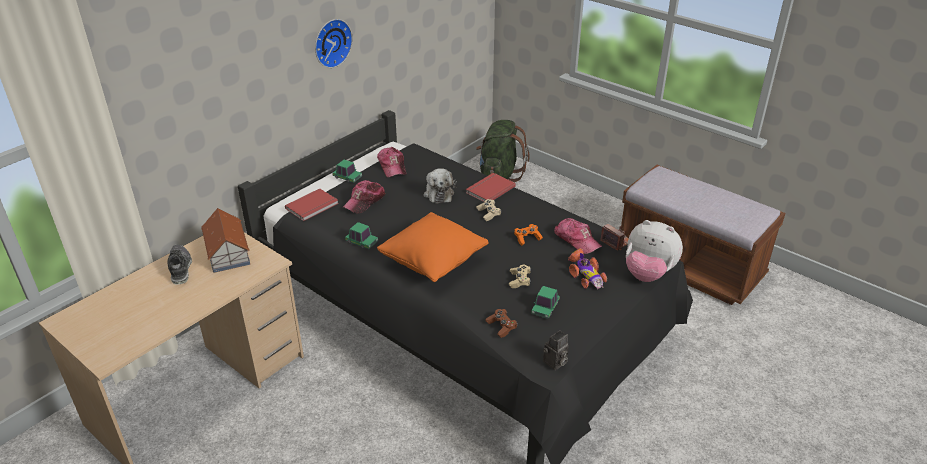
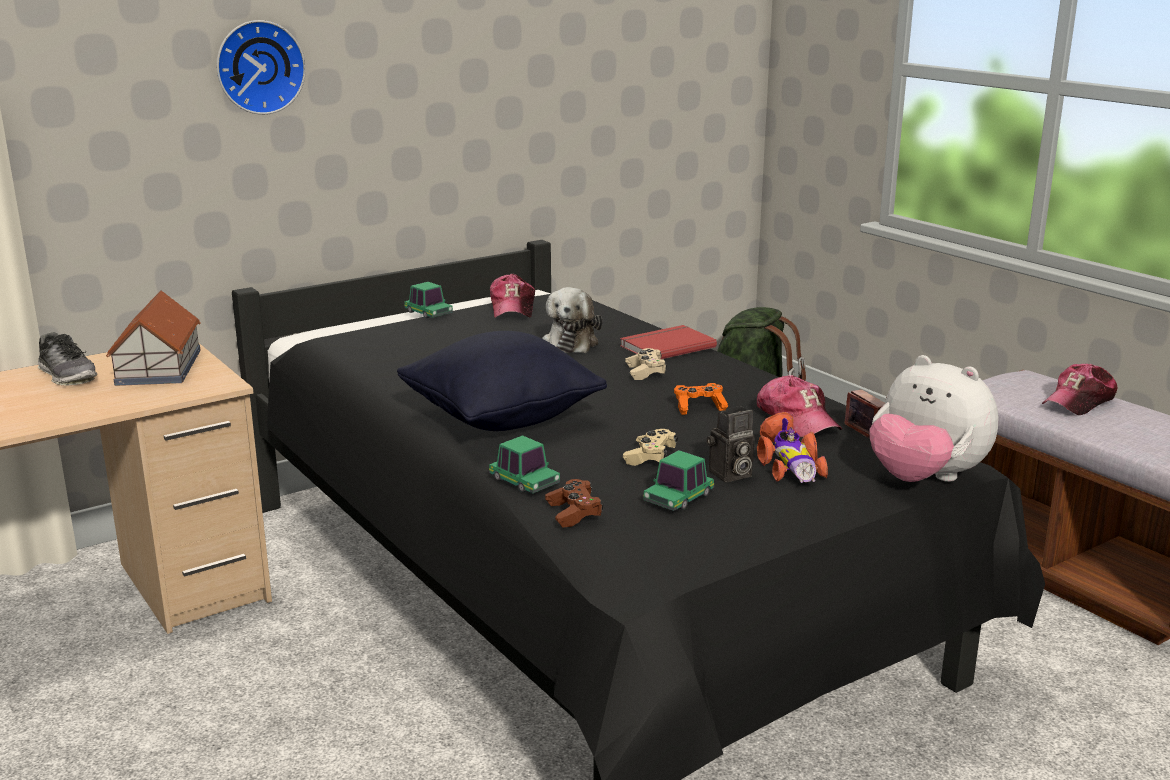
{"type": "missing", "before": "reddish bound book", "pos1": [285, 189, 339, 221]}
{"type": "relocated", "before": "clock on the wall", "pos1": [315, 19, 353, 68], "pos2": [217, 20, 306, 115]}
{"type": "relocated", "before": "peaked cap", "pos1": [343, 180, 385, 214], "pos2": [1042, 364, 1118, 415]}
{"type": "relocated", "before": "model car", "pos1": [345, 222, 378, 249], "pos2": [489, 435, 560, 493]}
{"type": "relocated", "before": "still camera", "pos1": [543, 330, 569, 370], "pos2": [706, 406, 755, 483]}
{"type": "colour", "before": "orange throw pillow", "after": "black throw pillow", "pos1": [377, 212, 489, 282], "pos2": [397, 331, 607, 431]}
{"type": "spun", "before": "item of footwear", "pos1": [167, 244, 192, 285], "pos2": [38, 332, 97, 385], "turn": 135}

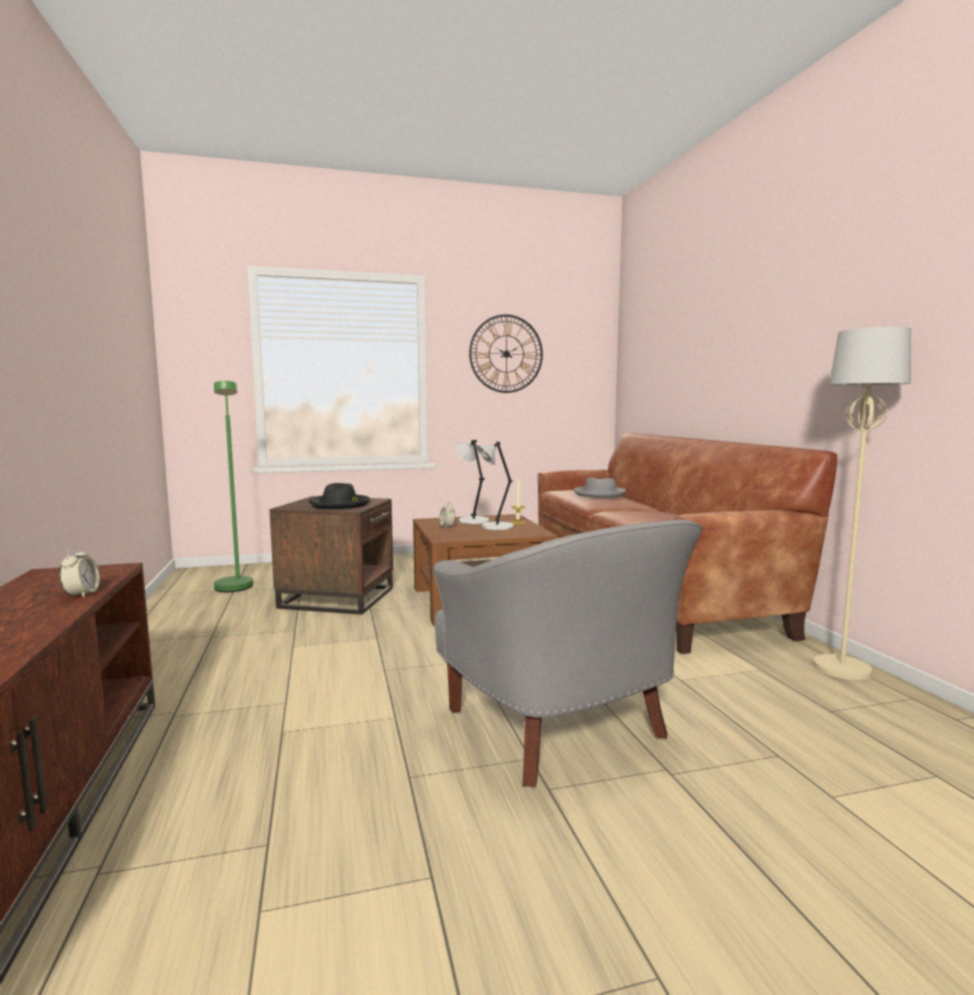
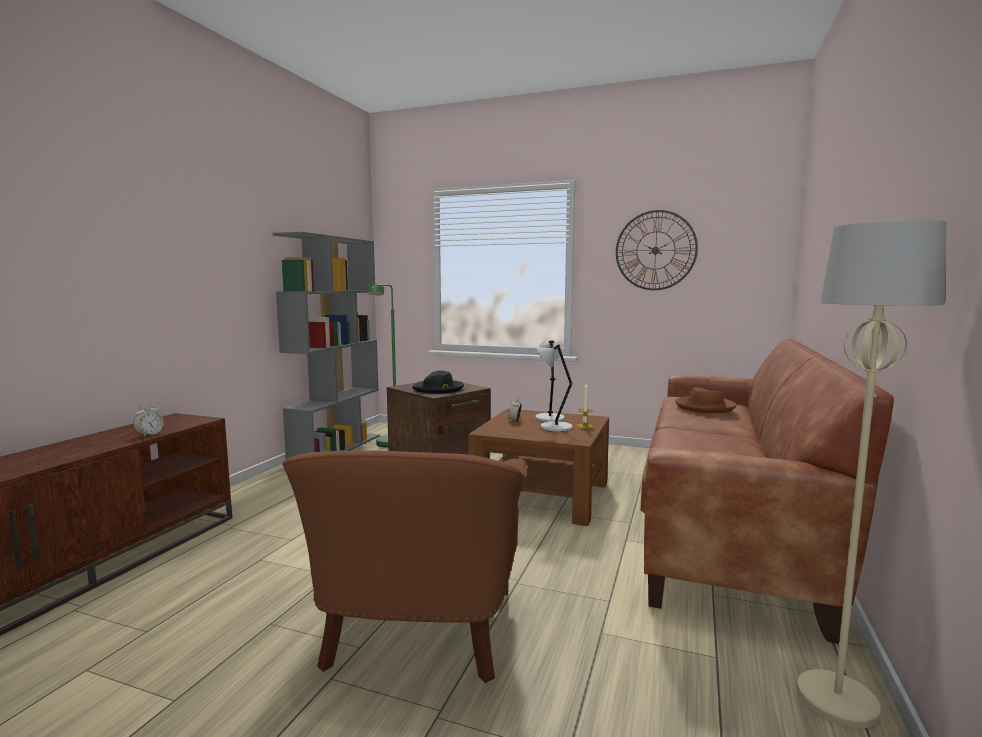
{"type": "appeared", "after": "gray bookcase", "pos2": [272, 232, 380, 459]}
{"type": "colour", "before": "gray armchair", "after": "brownish armchair", "pos1": [433, 519, 703, 787], "pos2": [282, 451, 527, 683]}
{"type": "colour", "before": "gray hat", "after": "brownish hat", "pos1": [574, 477, 626, 498], "pos2": [675, 387, 736, 413]}

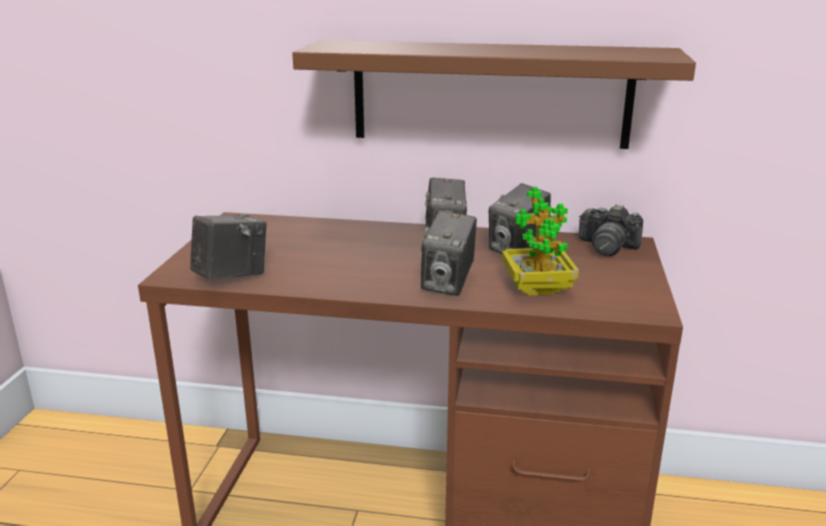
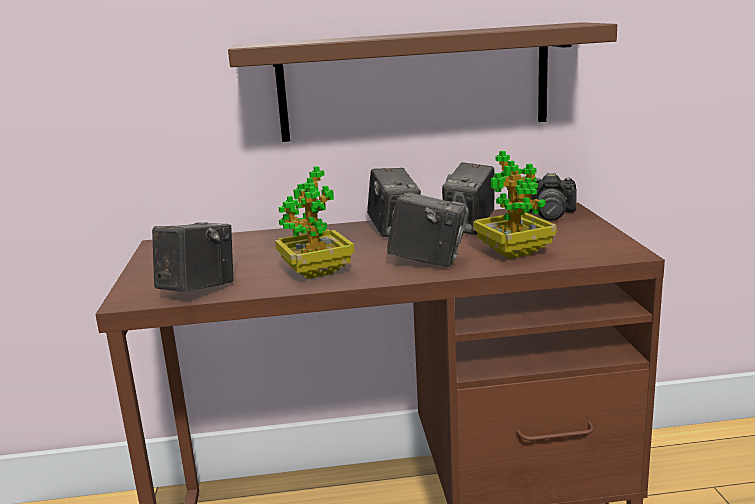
{"type": "appeared", "after": "potted plant", "pos2": [275, 166, 355, 279]}
{"type": "spun", "before": "still camera", "pos1": [421, 210, 477, 296], "pos2": [387, 191, 466, 267], "turn": -75}

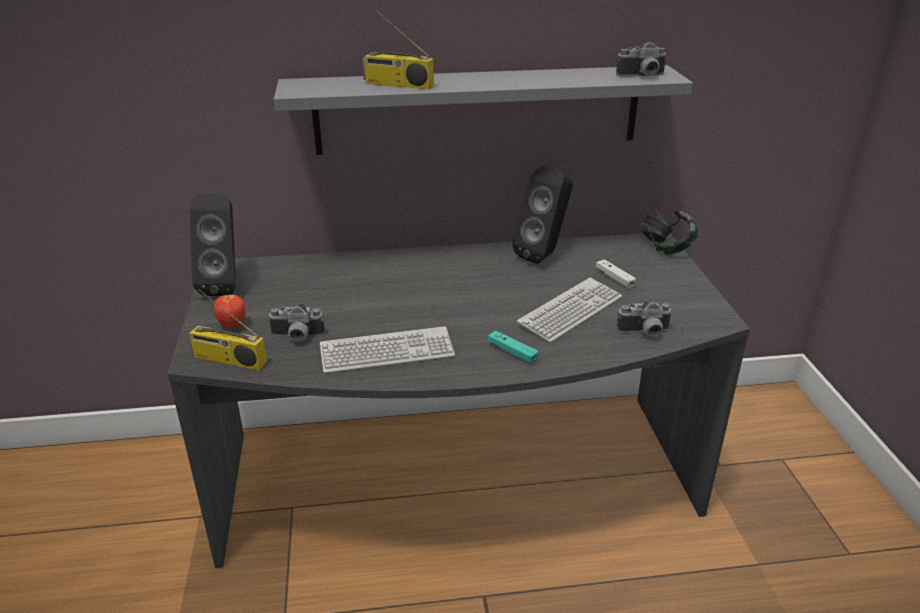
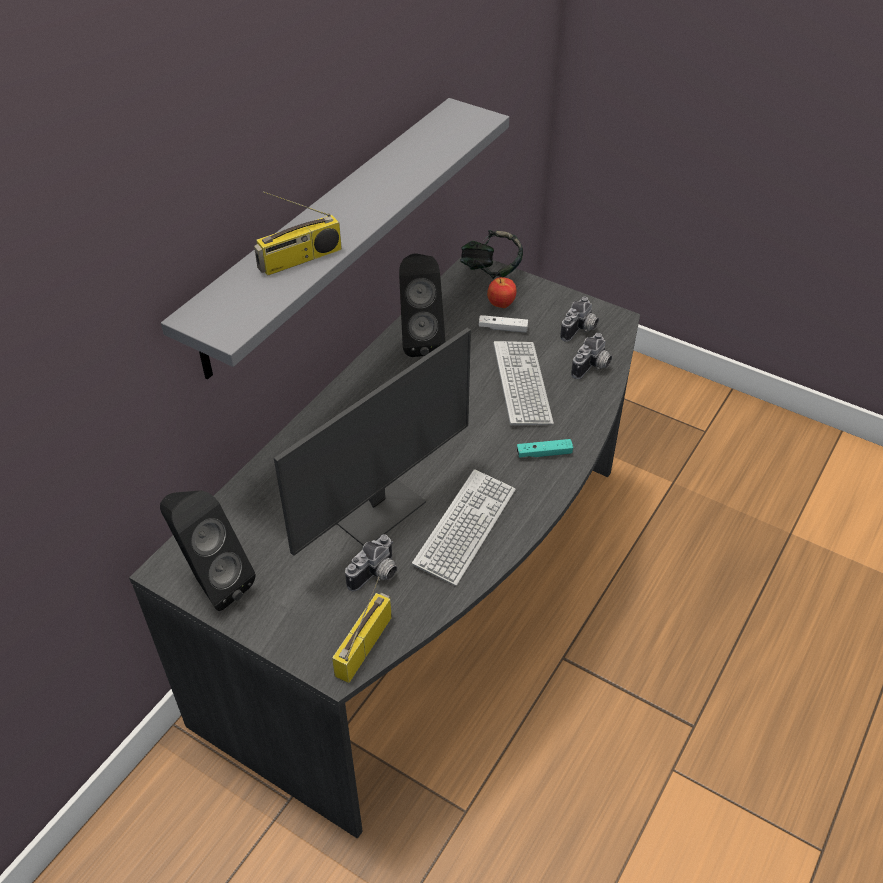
{"type": "appeared", "after": "computer display", "pos2": [274, 328, 471, 556]}
{"type": "relocated", "before": "apple", "pos1": [214, 294, 246, 329], "pos2": [487, 277, 516, 308]}
{"type": "relocated", "before": "still camera", "pos1": [616, 42, 668, 77], "pos2": [560, 297, 599, 342]}
{"type": "spun", "before": "radio receiver", "pos1": [188, 289, 267, 370], "pos2": [332, 577, 392, 683], "turn": 150}

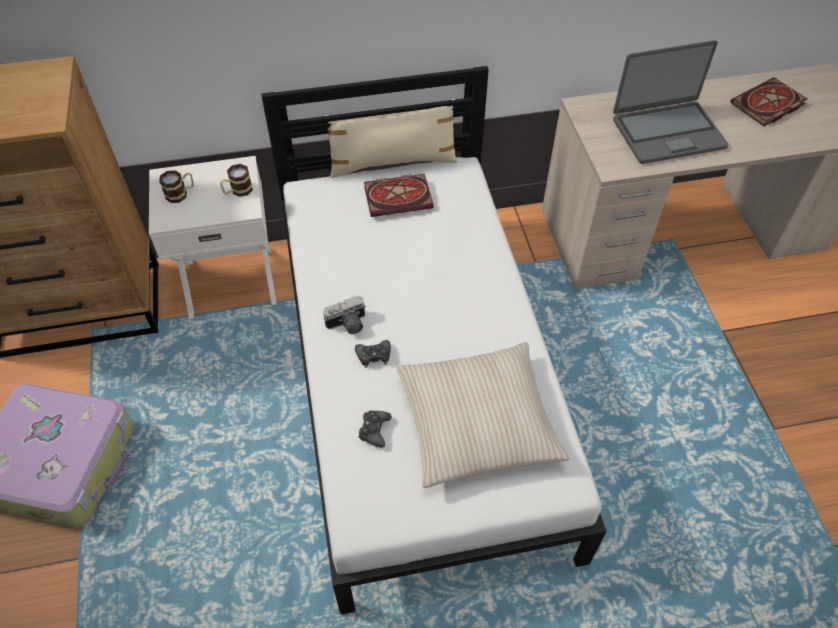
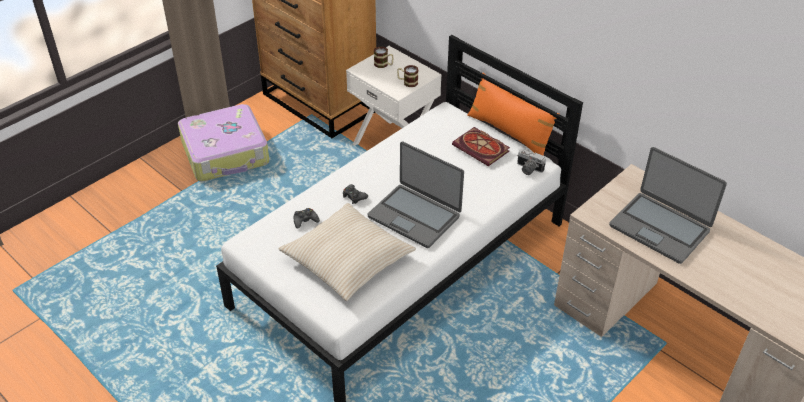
{"type": "missing", "before": "bound book", "pos1": [730, 77, 807, 126]}
{"type": "appeared", "after": "portable computer", "pos2": [368, 141, 464, 248]}
{"type": "relocated", "before": "still camera", "pos1": [323, 295, 366, 334], "pos2": [517, 149, 546, 175]}
{"type": "colour", "before": "beige-coloured throw pillow", "after": "orange throw pillow", "pos1": [324, 99, 458, 178], "pos2": [467, 72, 559, 156]}

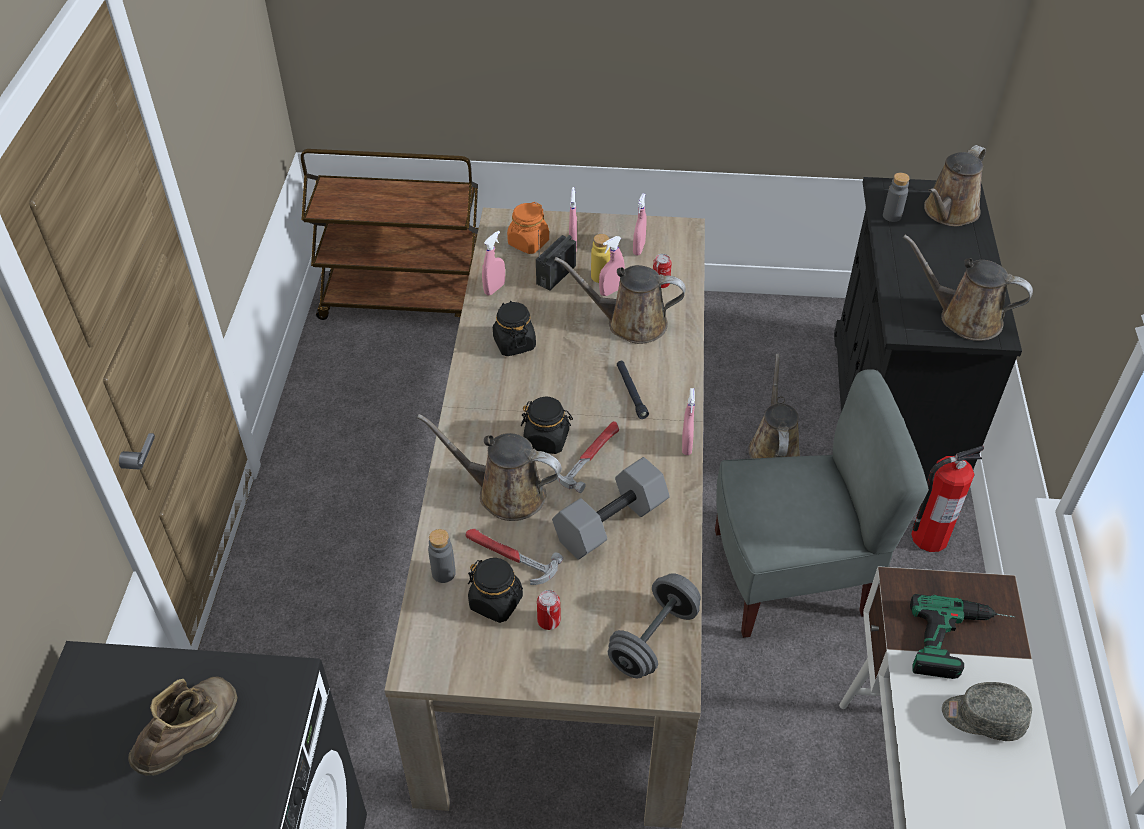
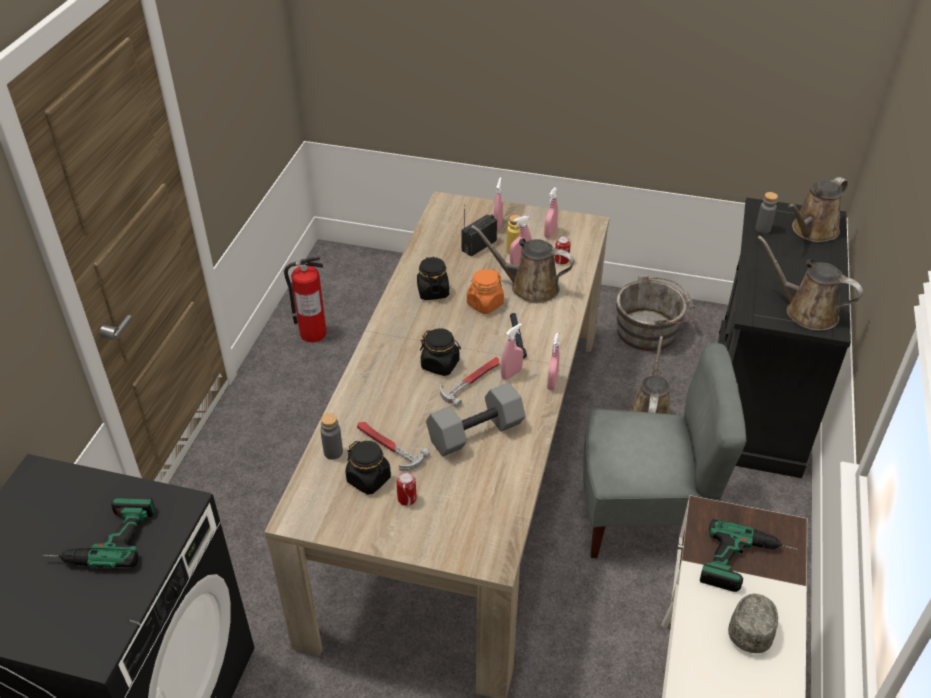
{"type": "missing", "before": "brownish trolley", "pos1": [301, 149, 479, 320]}
{"type": "missing", "before": "brownish watering pot", "pos1": [417, 414, 562, 521]}
{"type": "missing", "before": "gray hand weight", "pos1": [608, 573, 701, 678]}
{"type": "appeared", "after": "gray pail", "pos2": [616, 275, 695, 351]}
{"type": "relocated", "before": "pink-coloured sprayer", "pos1": [482, 230, 505, 295], "pos2": [501, 323, 523, 380]}
{"type": "relocated", "before": "orange preserve jar", "pos1": [507, 202, 549, 254], "pos2": [467, 269, 504, 314]}
{"type": "relocated", "before": "extinguisher", "pos1": [911, 445, 984, 552], "pos2": [284, 256, 327, 343]}
{"type": "exchanged", "before": "brownish tall boot", "after": "drill", "pos1": [129, 676, 237, 776], "pos2": [42, 496, 155, 568]}
{"type": "spun", "before": "gray peaked cap", "pos1": [942, 682, 1032, 741], "pos2": [728, 594, 778, 653], "turn": 90}

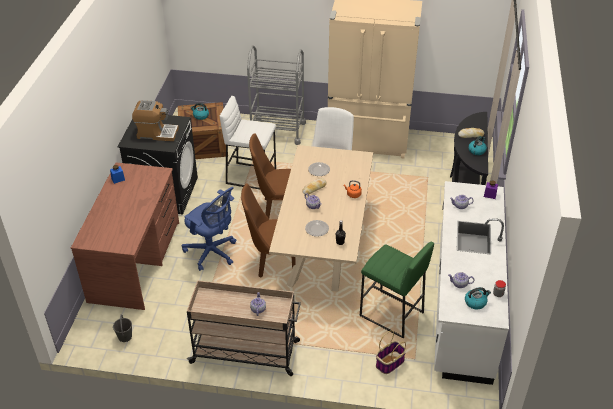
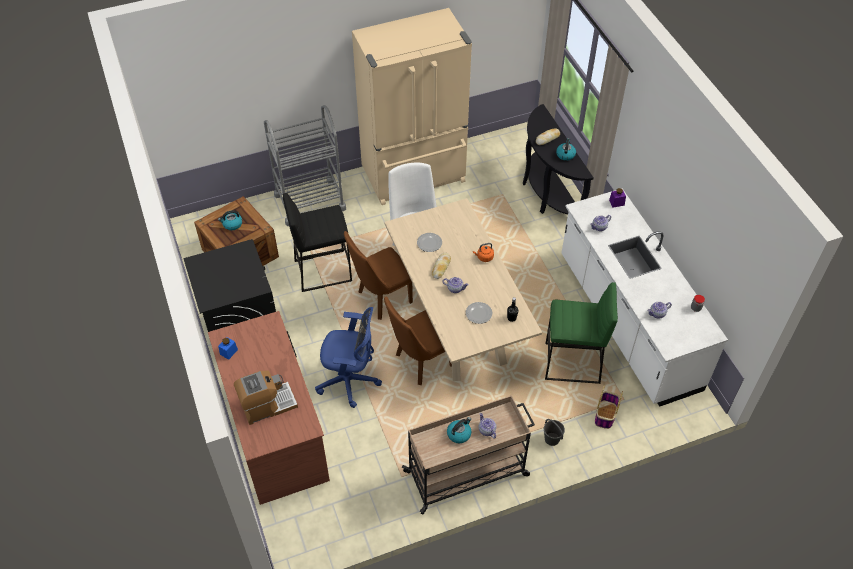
{"type": "relocated", "before": "gray pail", "pos1": [113, 314, 132, 342], "pos2": [544, 419, 565, 446]}
{"type": "relocated", "before": "coffee maker", "pos1": [132, 100, 179, 141], "pos2": [234, 370, 298, 425]}
{"type": "relocated", "before": "kettle", "pos1": [465, 287, 491, 310], "pos2": [447, 417, 471, 443]}
{"type": "colour", "before": "white-coloured sitting stool", "after": "black sitting stool", "pos1": [220, 96, 276, 189], "pos2": [283, 193, 352, 292]}

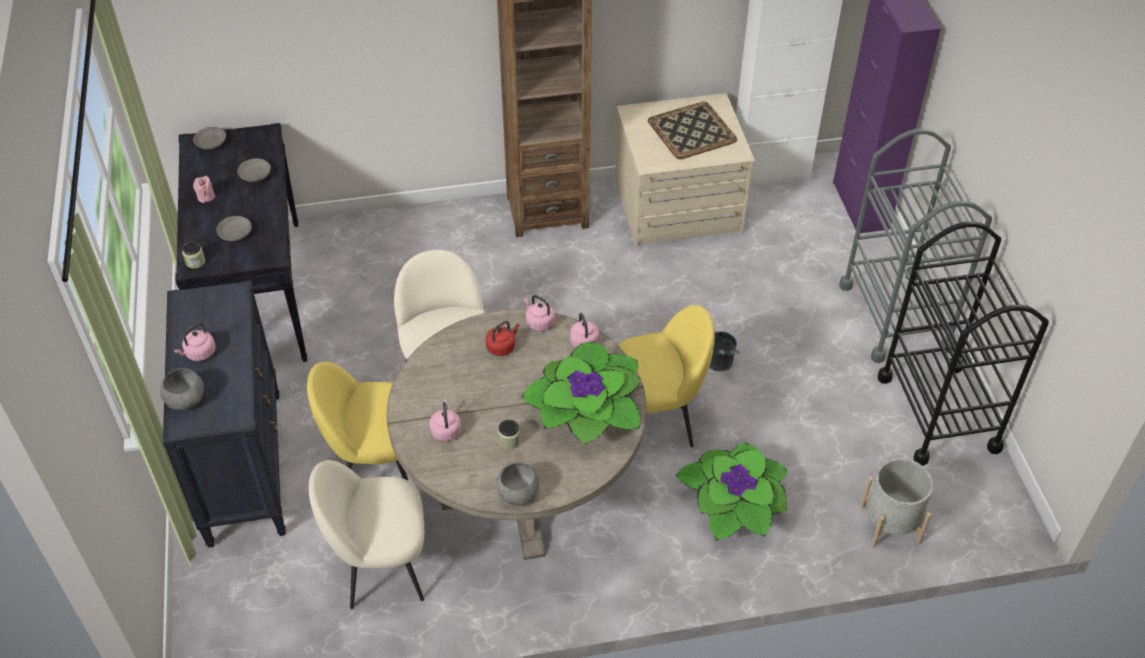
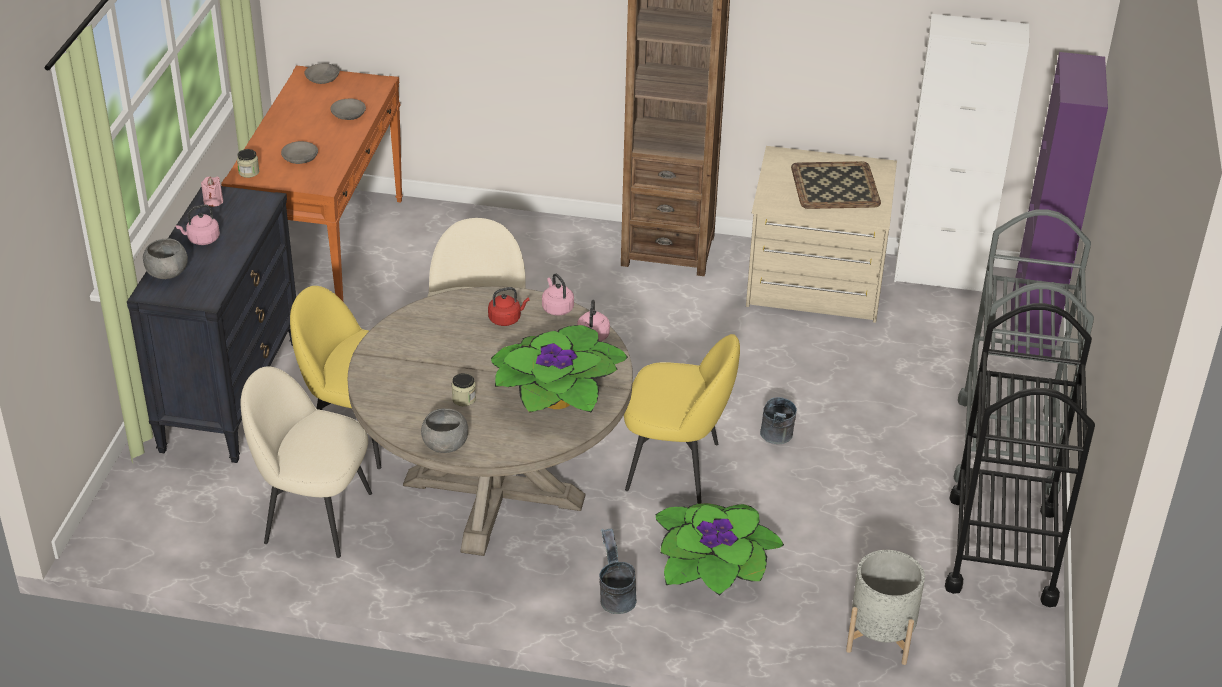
{"type": "missing", "before": "pink-coloured kettle", "pos1": [429, 399, 461, 441]}
{"type": "appeared", "after": "gray pail", "pos2": [599, 529, 637, 614]}
{"type": "relocated", "before": "pink-coloured wax candle", "pos1": [193, 176, 215, 203], "pos2": [201, 177, 223, 207]}
{"type": "colour", "before": "black narrow table", "after": "orange narrow table", "pos1": [175, 123, 307, 362], "pos2": [221, 65, 403, 301]}

